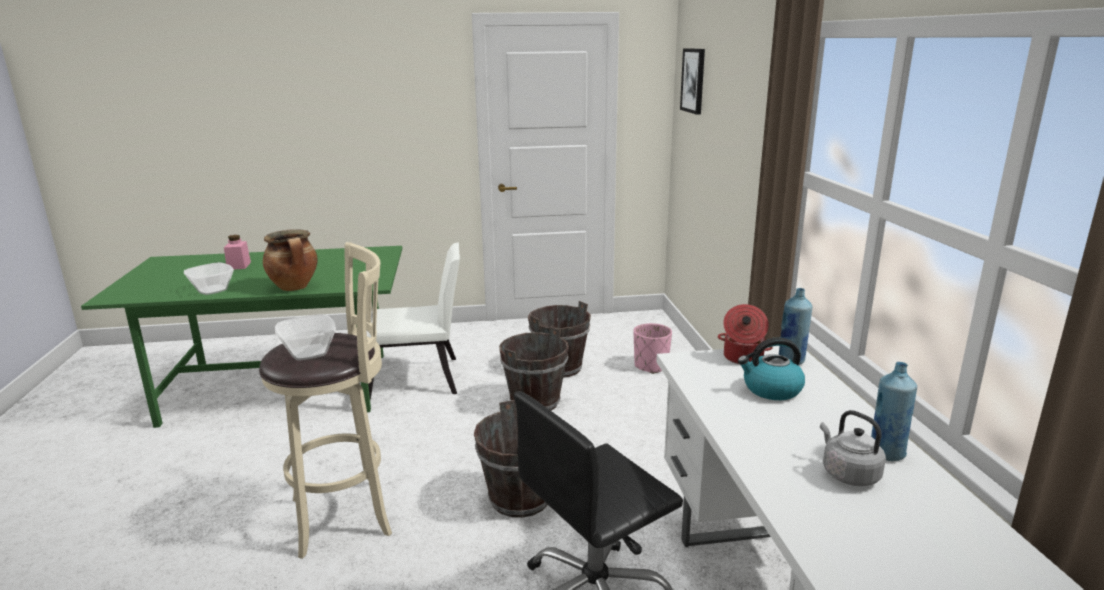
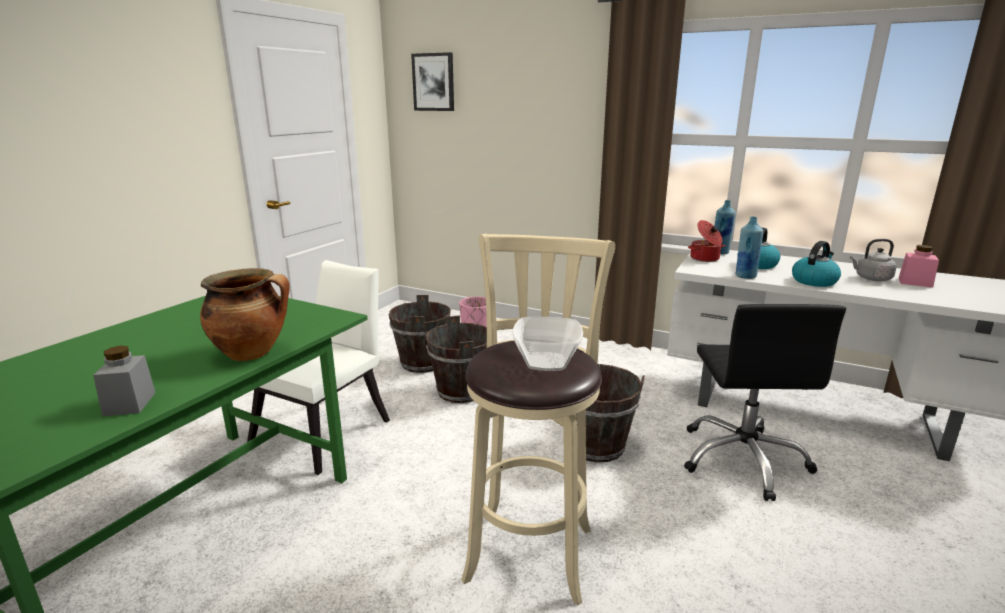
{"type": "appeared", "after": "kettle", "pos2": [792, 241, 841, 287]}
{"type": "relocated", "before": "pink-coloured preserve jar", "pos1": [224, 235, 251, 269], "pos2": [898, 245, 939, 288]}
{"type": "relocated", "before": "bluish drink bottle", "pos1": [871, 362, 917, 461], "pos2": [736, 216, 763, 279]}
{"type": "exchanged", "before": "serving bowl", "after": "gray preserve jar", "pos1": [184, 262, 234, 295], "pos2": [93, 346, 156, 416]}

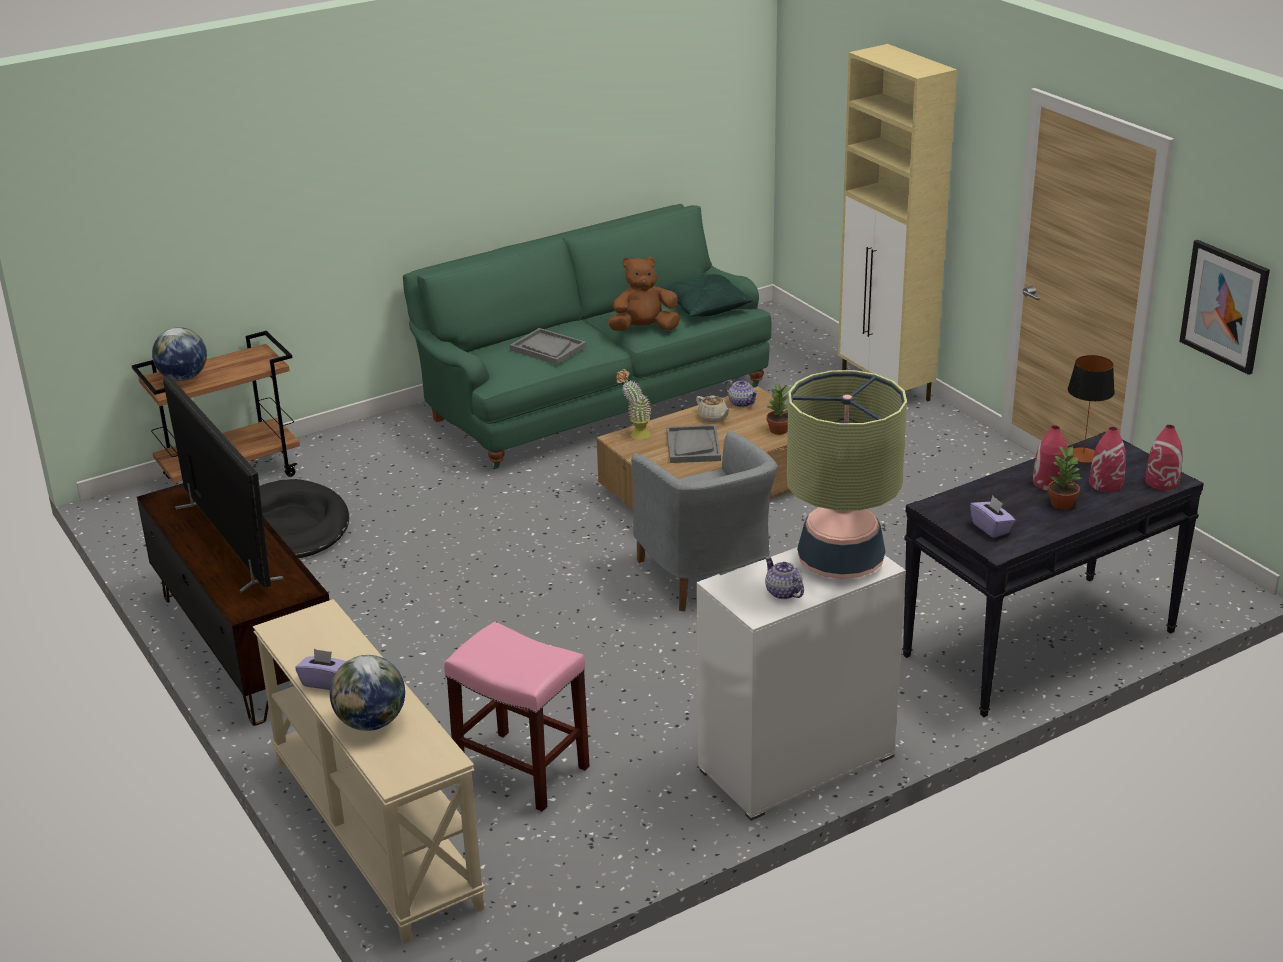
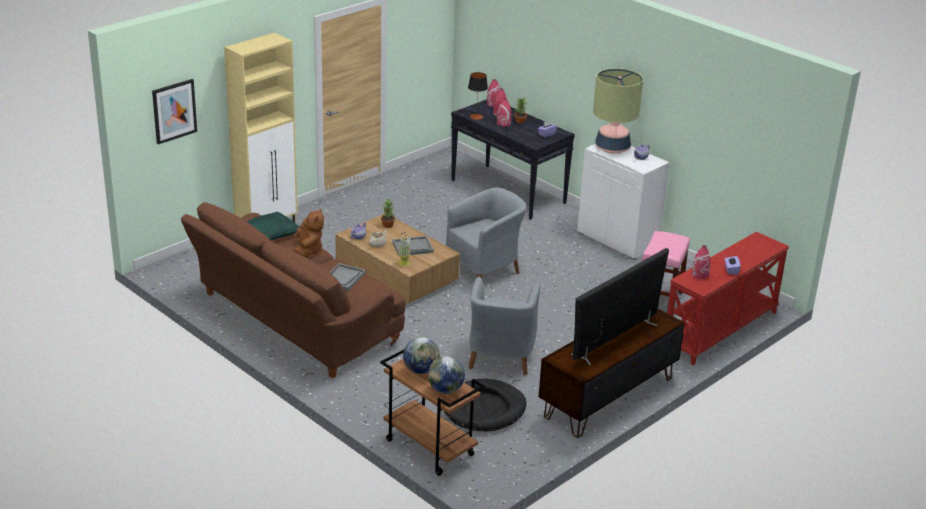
{"type": "appeared", "after": "gray armchair", "pos2": [469, 277, 540, 375]}
{"type": "appeared", "after": "reddish decorative vase", "pos2": [692, 245, 711, 279]}
{"type": "relocated", "before": "world globe", "pos1": [330, 655, 405, 731], "pos2": [403, 337, 440, 374]}
{"type": "relocated", "before": "picture", "pos1": [1179, 240, 1270, 375], "pos2": [152, 79, 197, 144]}
{"type": "colour", "before": "beige-coloured narrow table", "after": "reddish narrow table", "pos1": [253, 599, 485, 944], "pos2": [667, 232, 789, 365]}
{"type": "colour", "before": "green sofa", "after": "brownish sofa", "pos1": [403, 204, 772, 469], "pos2": [181, 202, 406, 378]}
{"type": "spun", "before": "brownish cuddly toy", "pos1": [608, 257, 680, 331], "pos2": [294, 208, 324, 258], "turn": -150}

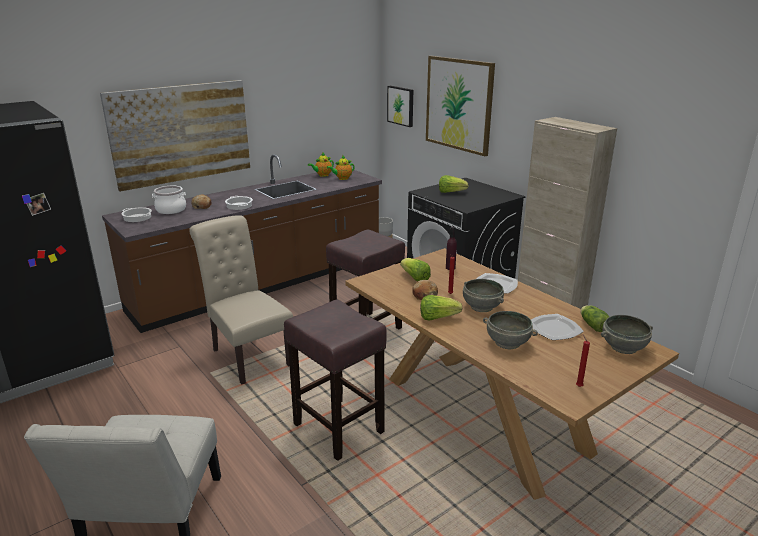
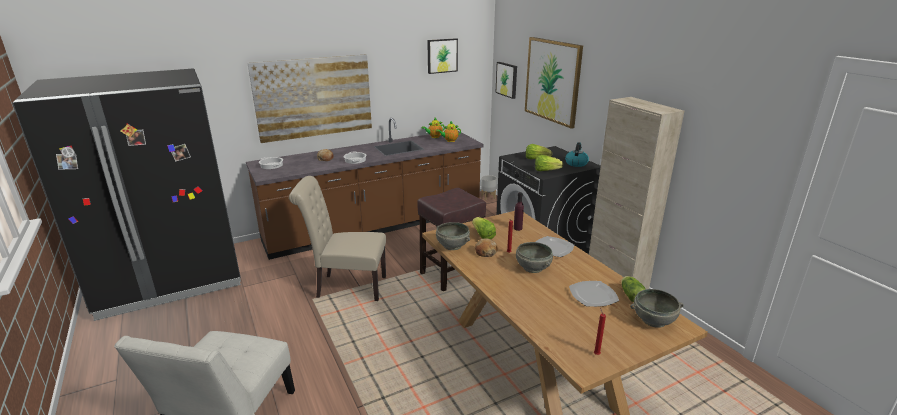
{"type": "missing", "before": "cooking pot", "pos1": [152, 186, 186, 214]}
{"type": "missing", "before": "brownish sitting stool", "pos1": [284, 300, 387, 461]}
{"type": "appeared", "after": "picture", "pos2": [427, 38, 458, 74]}
{"type": "appeared", "after": "kettle", "pos2": [565, 142, 589, 167]}
{"type": "relocated", "before": "head of lettuce", "pos1": [420, 295, 462, 321], "pos2": [535, 155, 563, 171]}
{"type": "relocated", "before": "gray serving bowl", "pos1": [483, 311, 538, 349], "pos2": [436, 222, 470, 250]}
{"type": "spun", "before": "beige-coloured plain chair", "pos1": [189, 215, 293, 384], "pos2": [289, 176, 386, 301], "turn": -60}

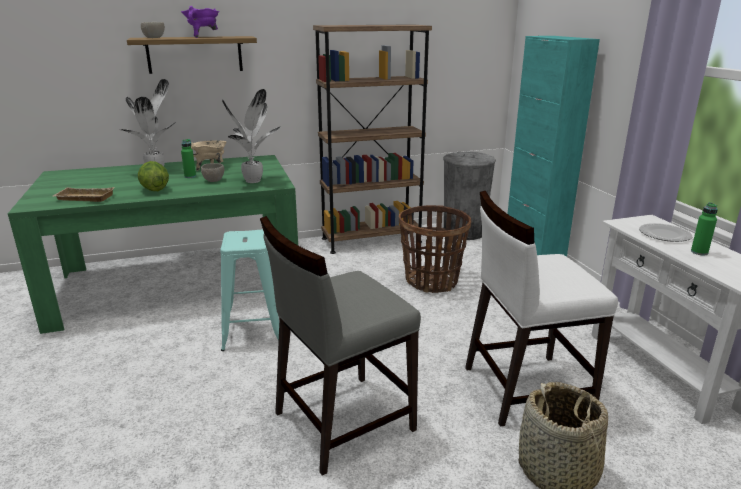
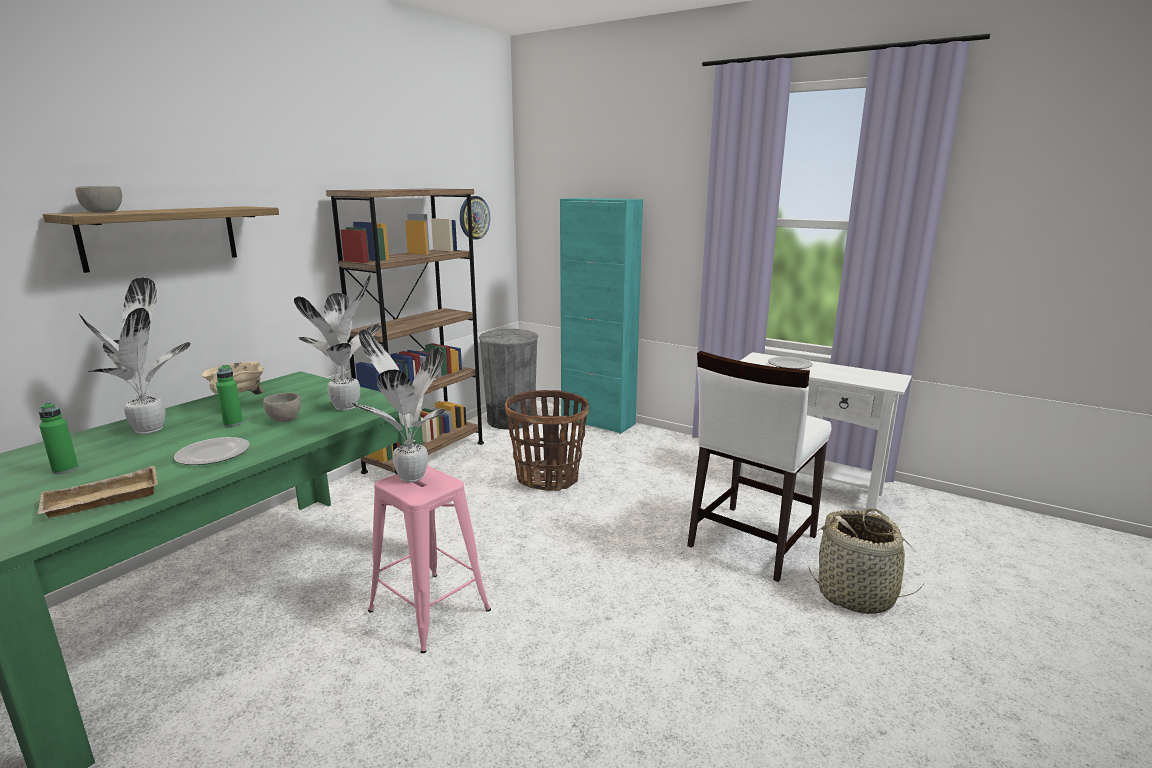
{"type": "missing", "before": "purplish cooking pot", "pos1": [181, 6, 219, 38]}
{"type": "missing", "before": "gray plain chair", "pos1": [260, 216, 421, 475]}
{"type": "appeared", "after": "potted plant", "pos2": [352, 329, 446, 482]}
{"type": "appeared", "after": "clock on the wall", "pos2": [460, 196, 490, 240]}
{"type": "relocated", "before": "green drink bottle", "pos1": [691, 203, 718, 255], "pos2": [39, 402, 79, 474]}
{"type": "exchanged", "before": "head of lettuce", "after": "plate", "pos1": [138, 161, 169, 191], "pos2": [174, 437, 250, 465]}
{"type": "colour", "before": "turquoise sitting stool", "after": "pink-coloured sitting stool", "pos1": [220, 230, 279, 351], "pos2": [368, 465, 491, 653]}

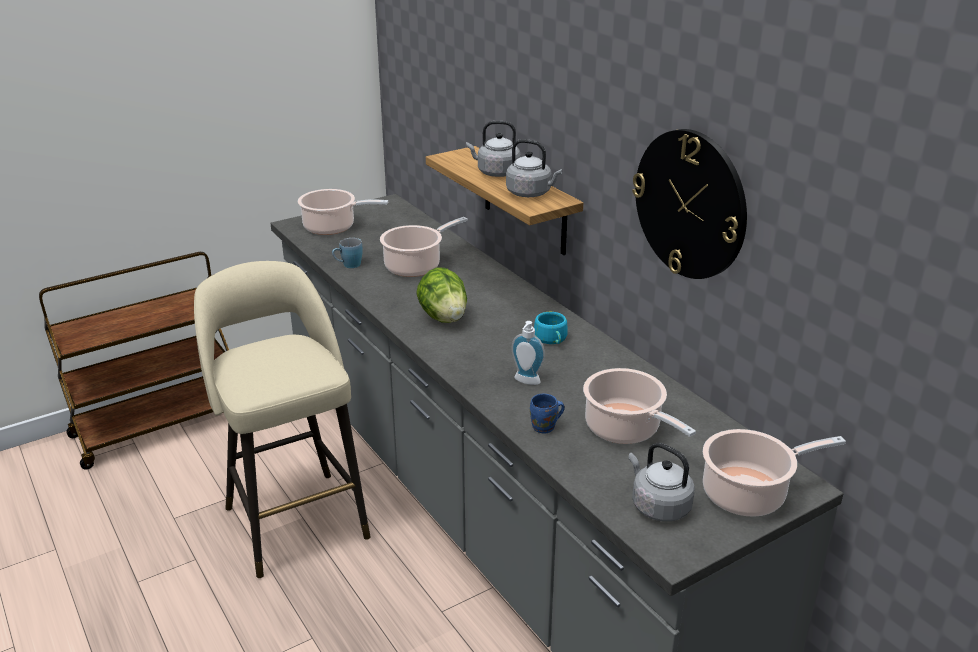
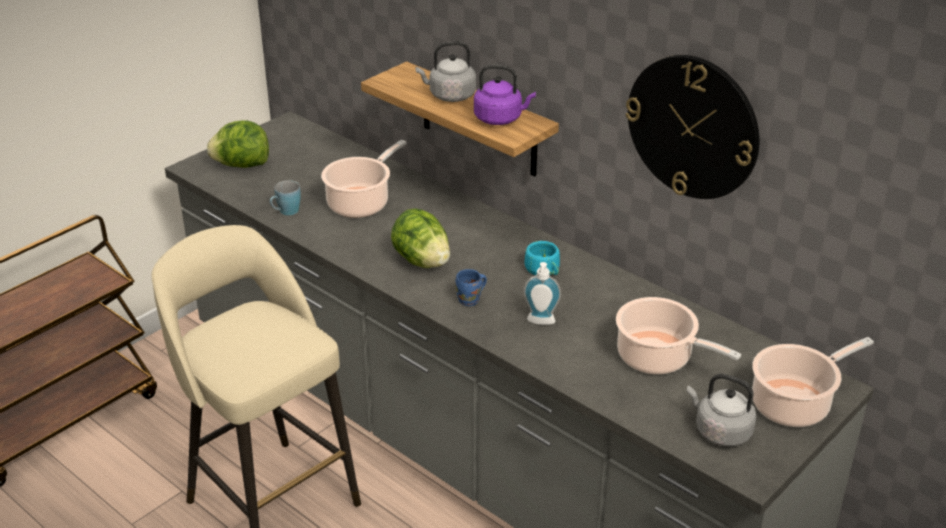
{"type": "relocated", "before": "bluish tea mug", "pos1": [530, 394, 565, 433], "pos2": [455, 269, 487, 306]}
{"type": "exchanged", "before": "cooking pot", "after": "head of lettuce", "pos1": [298, 189, 388, 235], "pos2": [207, 121, 269, 168]}
{"type": "colour", "before": "gray kettle", "after": "purplish kettle", "pos1": [506, 139, 562, 197], "pos2": [474, 65, 536, 125]}

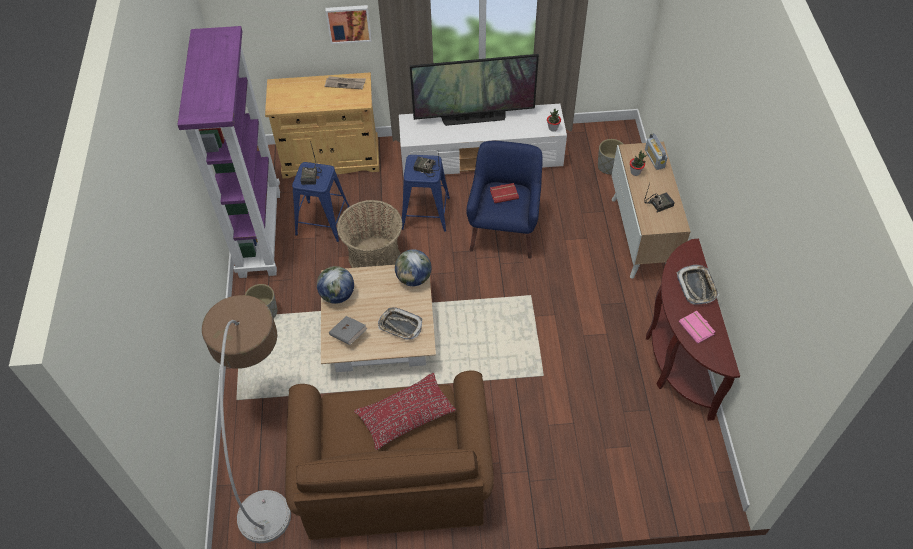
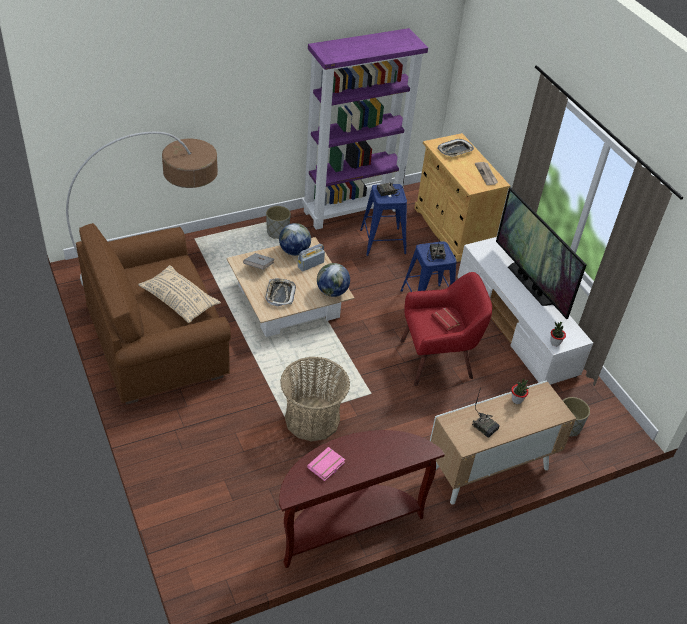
{"type": "missing", "before": "picture", "pos1": [325, 5, 372, 44]}
{"type": "relocated", "before": "basket", "pos1": [337, 200, 403, 268], "pos2": [280, 356, 350, 442]}
{"type": "relocated", "before": "radio receiver", "pos1": [645, 133, 668, 170], "pos2": [298, 244, 325, 272]}
{"type": "relocated", "before": "serving tray", "pos1": [677, 265, 719, 305], "pos2": [437, 139, 474, 157]}
{"type": "colour", "before": "reddish throw pillow", "after": "beige-coloured throw pillow", "pos1": [354, 373, 456, 450], "pos2": [138, 265, 221, 323]}
{"type": "colour", "before": "bluish armchair", "after": "reddish armchair", "pos1": [466, 141, 543, 259], "pos2": [401, 272, 492, 386]}

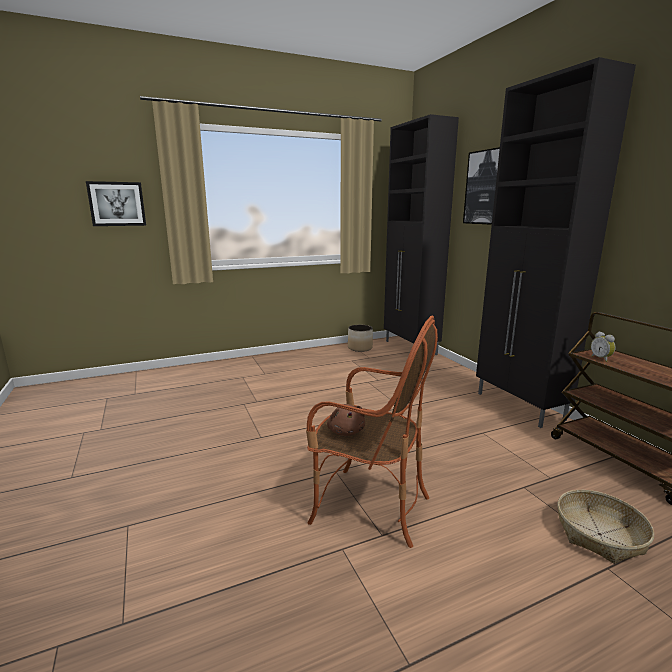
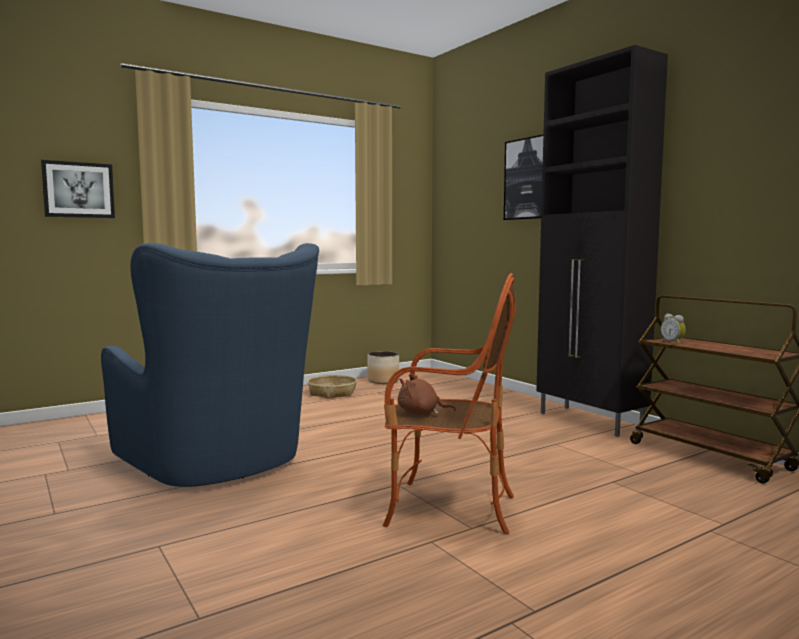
{"type": "missing", "before": "black cabinet", "pos1": [384, 114, 459, 355]}
{"type": "appeared", "after": "bluish armchair", "pos2": [101, 243, 319, 487]}
{"type": "relocated", "before": "basket", "pos1": [557, 490, 654, 564], "pos2": [308, 375, 357, 399]}
{"type": "spun", "before": "brownish cuddly toy", "pos1": [327, 404, 365, 436], "pos2": [398, 374, 456, 415], "turn": 120}

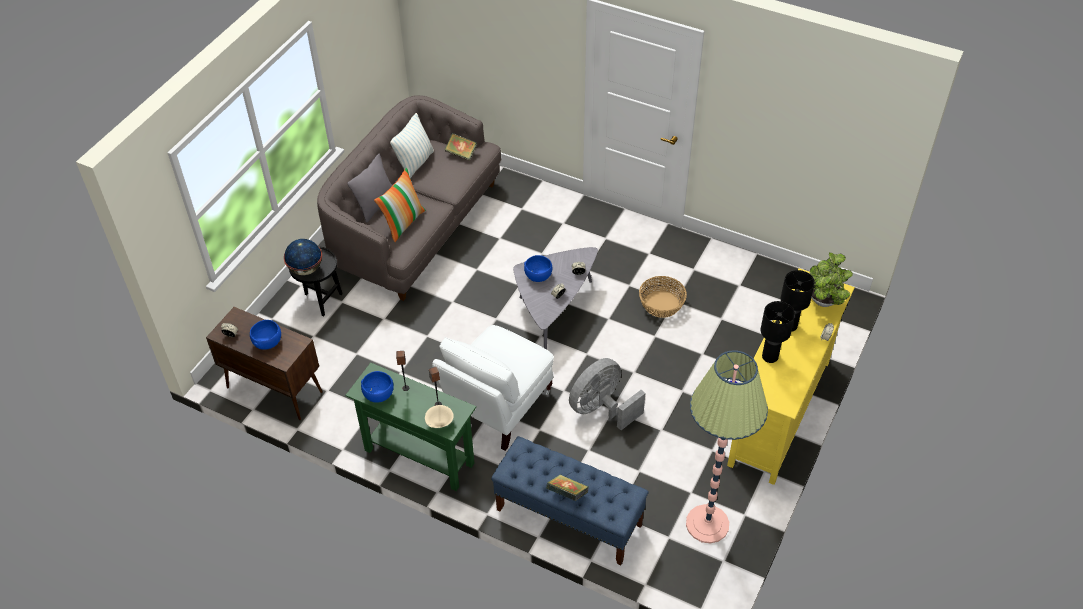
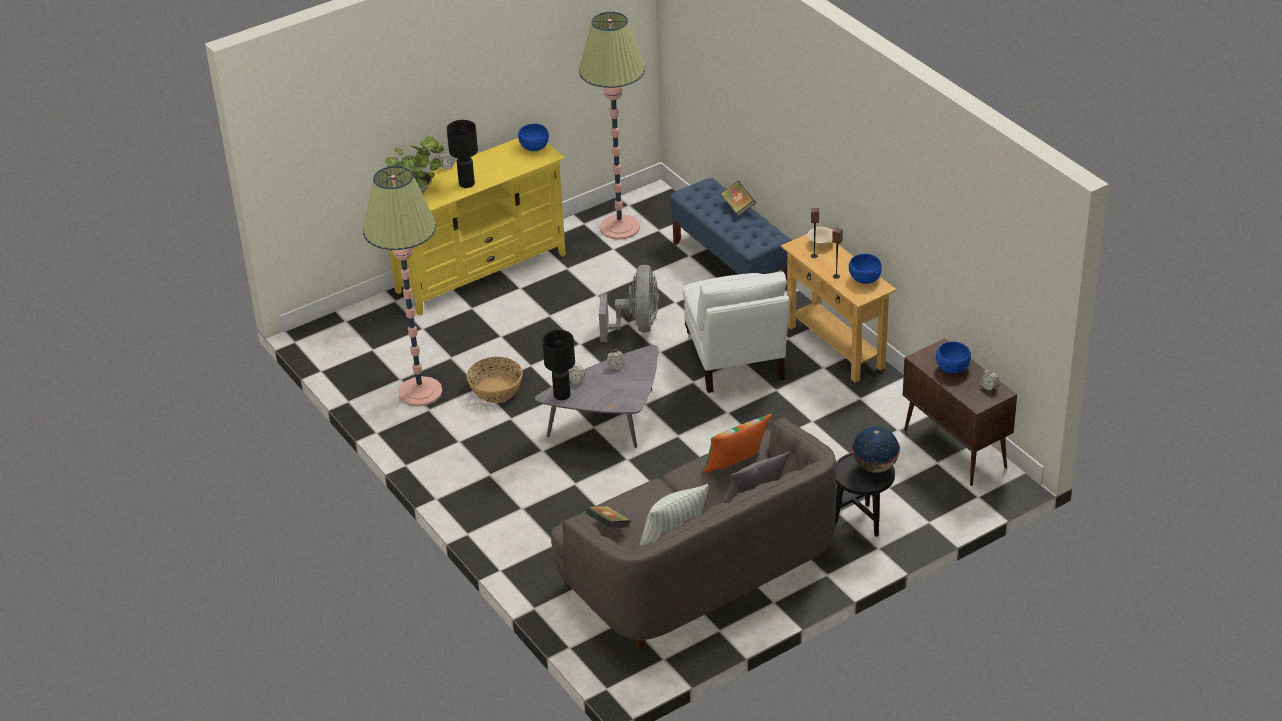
{"type": "appeared", "after": "standing lamp", "pos2": [363, 166, 442, 407]}
{"type": "relocated", "before": "bluish serving bowl", "pos1": [524, 255, 552, 282], "pos2": [518, 124, 549, 151]}
{"type": "relocated", "before": "black tabletop lamp", "pos1": [761, 301, 795, 363], "pos2": [542, 330, 575, 400]}
{"type": "colour", "before": "green narrow table", "after": "beige-coloured narrow table", "pos1": [345, 363, 476, 491], "pos2": [781, 234, 896, 383]}
{"type": "spun", "before": "white-coloured armchair", "pos1": [432, 325, 554, 451], "pos2": [683, 272, 790, 393], "turn": 105}
{"type": "spun", "before": "gray cooling fan", "pos1": [569, 358, 645, 430], "pos2": [599, 265, 659, 342], "turn": -75}

